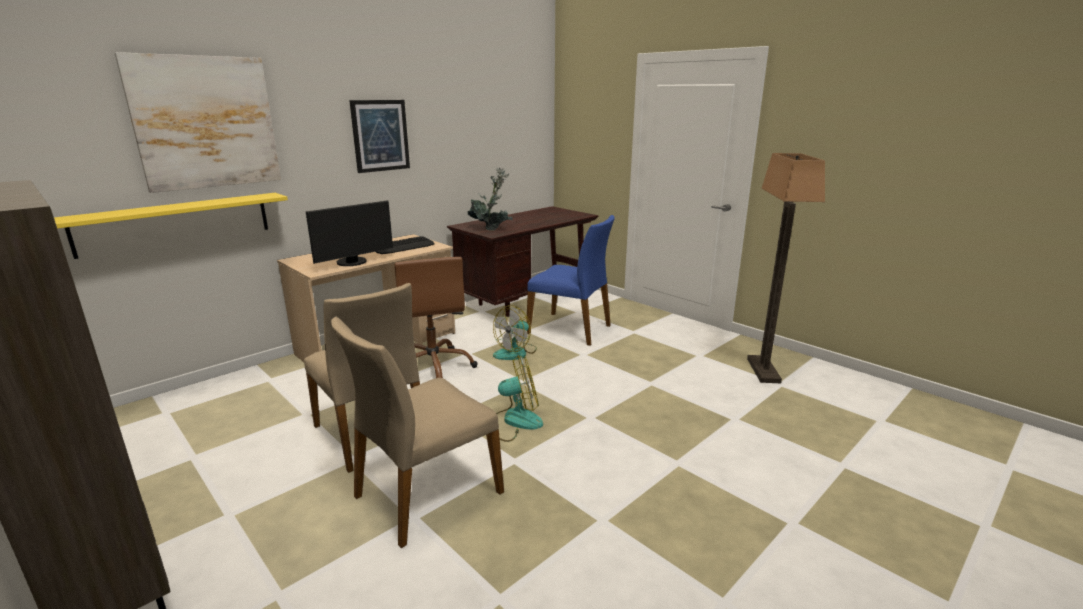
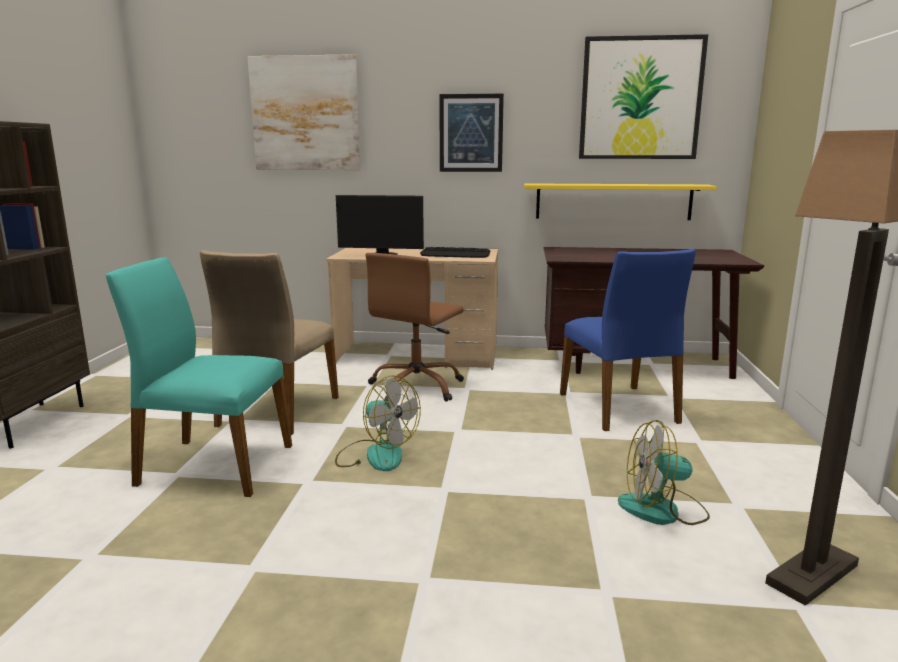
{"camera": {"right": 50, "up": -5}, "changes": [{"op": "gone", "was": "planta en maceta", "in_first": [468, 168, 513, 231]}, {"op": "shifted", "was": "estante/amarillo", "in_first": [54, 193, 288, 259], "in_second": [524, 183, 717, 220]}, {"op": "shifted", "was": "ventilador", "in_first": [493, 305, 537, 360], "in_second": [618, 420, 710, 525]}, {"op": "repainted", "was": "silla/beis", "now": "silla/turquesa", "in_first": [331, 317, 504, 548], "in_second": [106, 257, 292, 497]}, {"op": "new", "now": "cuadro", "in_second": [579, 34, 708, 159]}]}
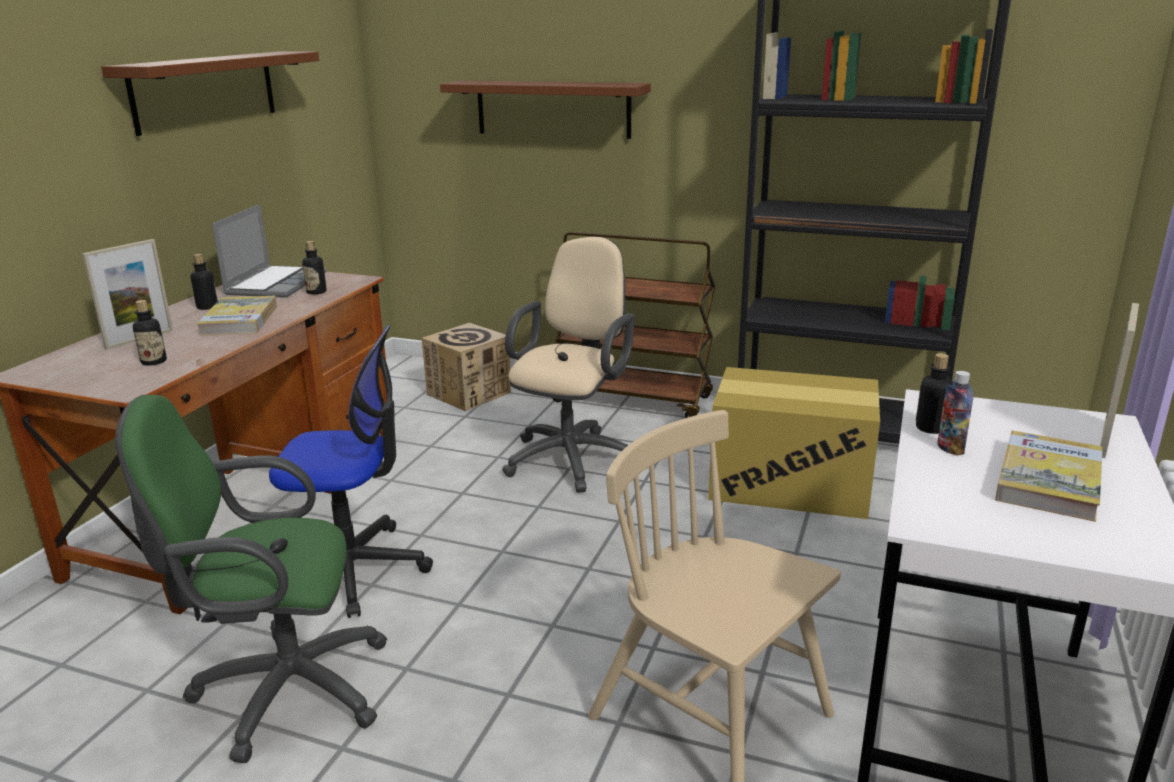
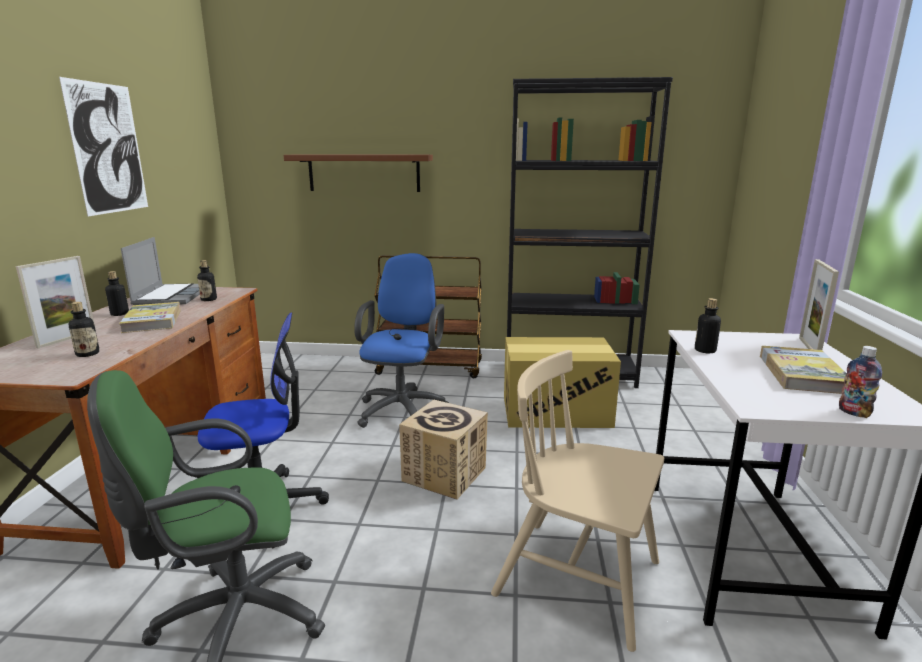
{"camera": {"right": -15, "up": -5}, "changes": [{"op": "swapped", "was": "estante/marrón", "now": "cuadro", "in_first": [101, 51, 319, 136], "in_second": [59, 77, 148, 216]}, {"op": "repainted", "was": "silla de oficina/beis", "now": "silla de oficina/azul", "in_first": [502, 237, 634, 493], "in_second": [354, 253, 449, 428]}, {"op": "shifted", "was": "caja de cartón", "in_first": [422, 323, 511, 411], "in_second": [399, 400, 488, 500]}, {"op": "shifted", "was": "botella", "in_first": [937, 371, 974, 456], "in_second": [839, 346, 882, 418]}]}
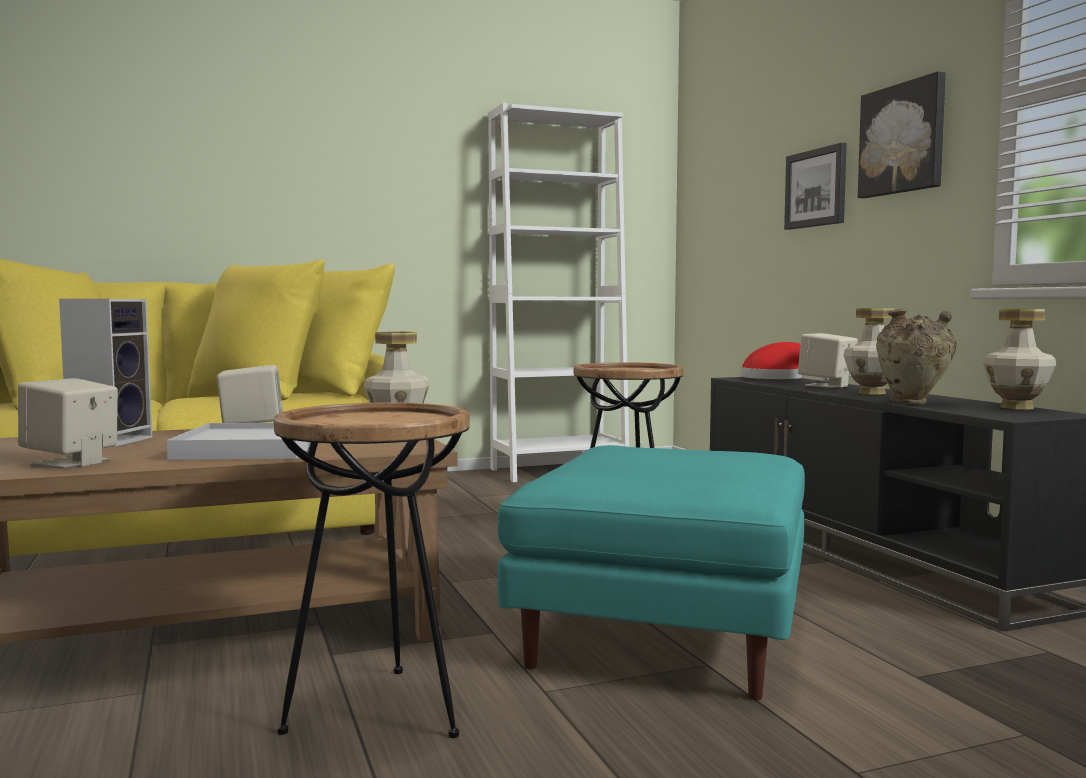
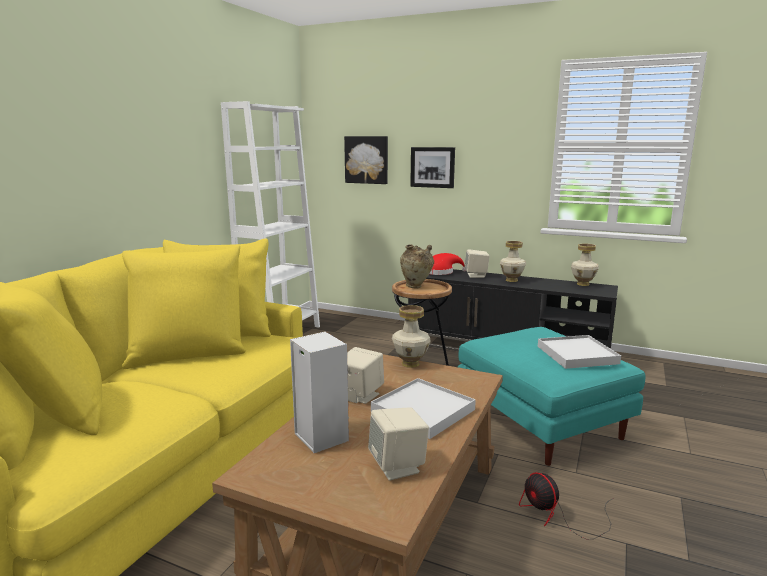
{"camera": {"right": -45, "up": 10}, "changes": [{"op": "shifted", "was": "cuadro", "in_first": [858, 72, 945, 198], "in_second": [344, 136, 388, 184]}, {"op": "shifted", "was": "florero/beis", "in_first": [876, 309, 957, 404], "in_second": [400, 244, 434, 288]}, {"op": "swapped", "was": "mesa auxiliar/marrón", "now": "ventilador", "in_first": [274, 402, 470, 738], "in_second": [519, 472, 614, 540]}, {"op": "new", "now": "bandeja/blanco", "in_second": [538, 335, 621, 369]}]}
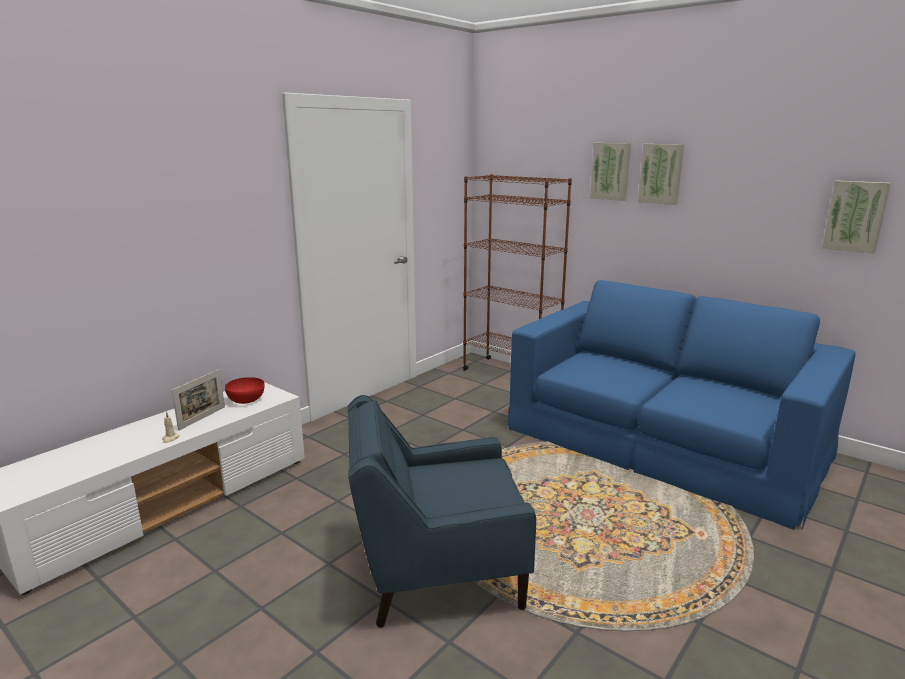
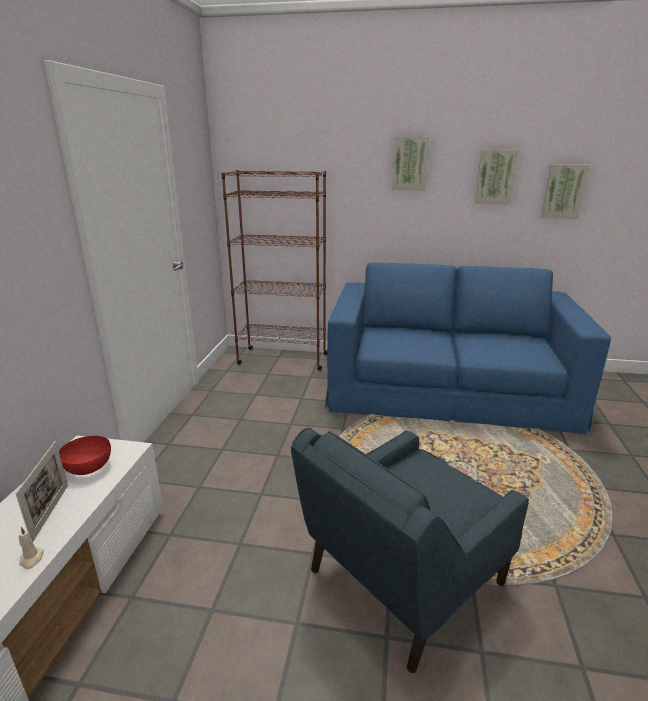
{"camera": {"right": -30, "up": 5}, "changes": [{"op": "shifted", "was": "cuadro", "in_first": [590, 143, 631, 201], "in_second": [475, 150, 519, 204]}]}
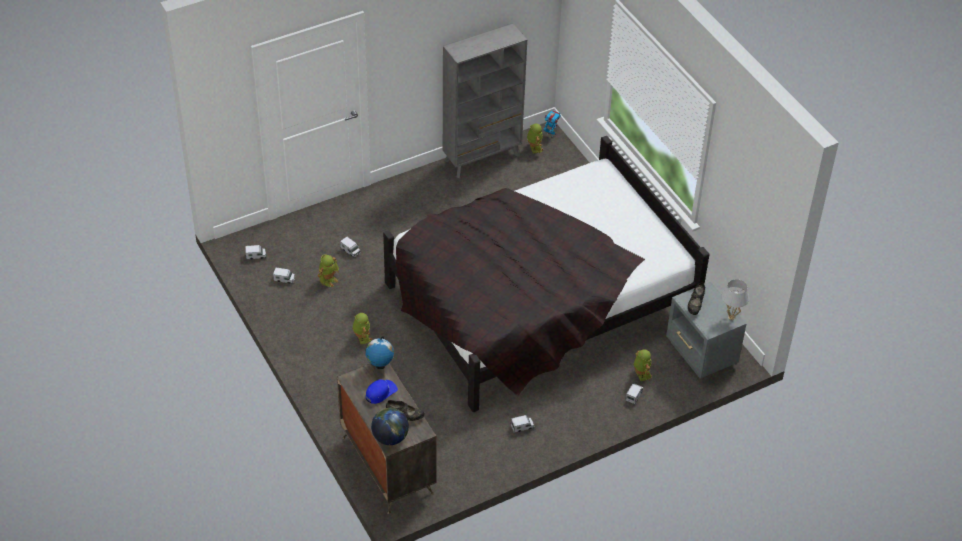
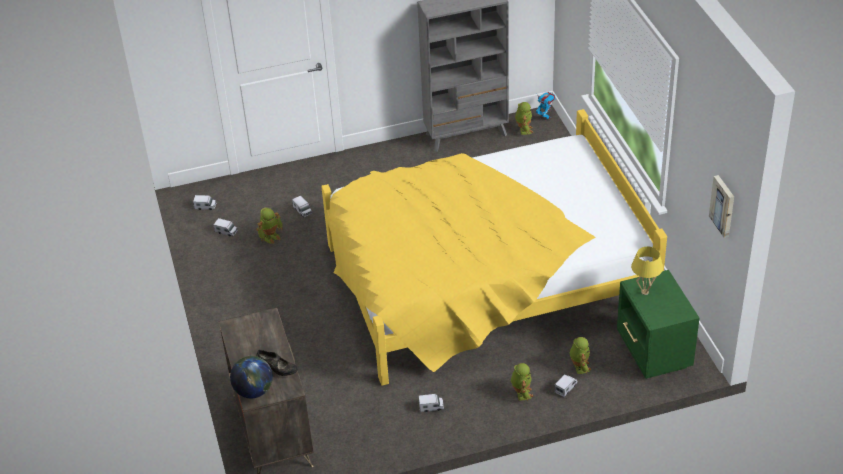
{"camera": {"right": 15, "up": -5}, "changes": [{"op": "repainted", "was": "cama/negro", "now": "cama/amarillo", "in_first": [383, 136, 710, 413], "in_second": [321, 109, 667, 386]}, {"op": "gone", "was": "lámpara de mesa/blanco", "in_first": [721, 279, 749, 320]}, {"op": "repainted", "was": "mesita de noche/gris", "now": "mesita de noche/verde", "in_first": [666, 282, 746, 378], "in_second": [617, 270, 700, 379]}, {"op": "swapped", "was": "zapato/negro", "now": "lámpara de mesa/amarillo", "in_first": [688, 282, 705, 315], "in_second": [631, 246, 663, 295]}, {"op": "shifted", "was": "robot de juguete", "in_first": [352, 313, 373, 344], "in_second": [511, 363, 533, 401]}, {"op": "gone", "was": "globo terráqueo", "in_first": [365, 336, 394, 369]}, {"op": "gone", "was": "gorra/azul", "in_first": [366, 380, 398, 404]}, {"op": "new", "now": "cuadro", "in_second": [709, 175, 734, 238]}]}
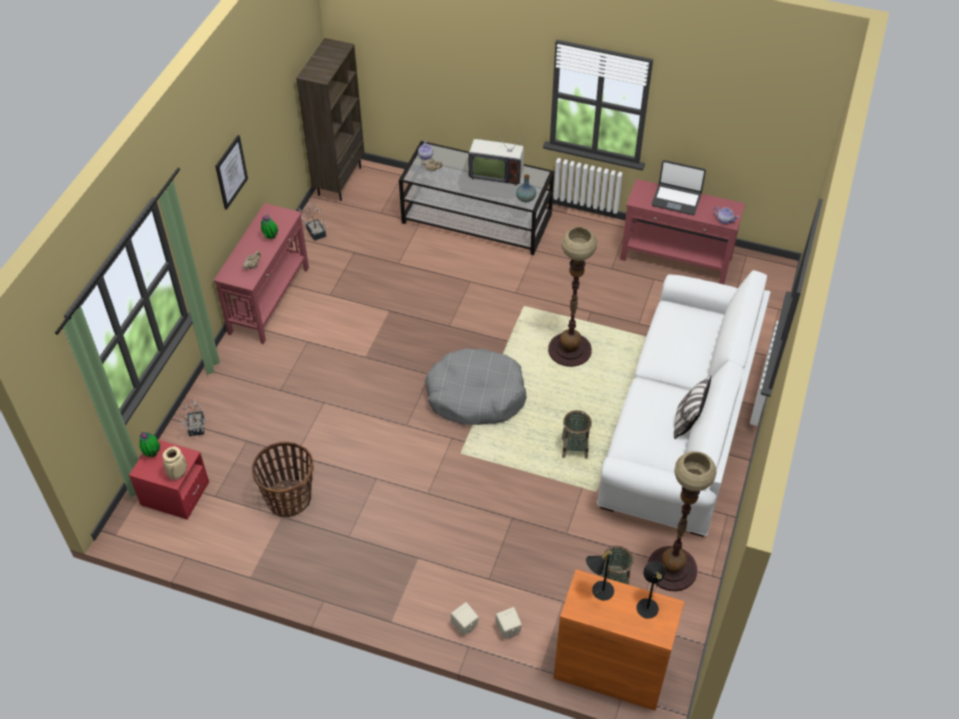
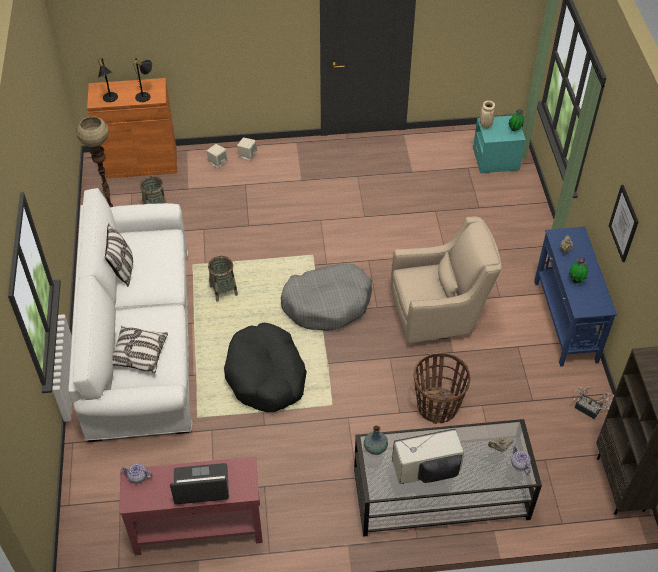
{"camera": {"right": 155, "up": 0}, "changes": [{"op": "repainted", "was": "mesa consola/rojo", "now": "mesa consola/azul", "in_first": [214, 203, 309, 344], "in_second": [534, 227, 617, 367]}, {"op": "swapped", "was": "lámpara de pie", "now": "cama para perro/negro", "in_first": [548, 227, 597, 367], "in_second": [224, 323, 307, 412]}, {"op": "gone", "was": "planta en maceta", "in_first": [180, 400, 208, 436]}, {"op": "repainted", "was": "mesita de noche/rojo", "now": "mesita de noche/turquesa", "in_first": [129, 439, 209, 520], "in_second": [473, 115, 526, 174]}, {"op": "shifted", "was": "cesta", "in_first": [252, 442, 314, 517], "in_second": [414, 353, 470, 424]}, {"op": "new", "now": "sillón/beis", "in_second": [391, 217, 502, 343]}, {"op": "new", "now": "cojín", "in_second": [112, 326, 168, 373]}]}
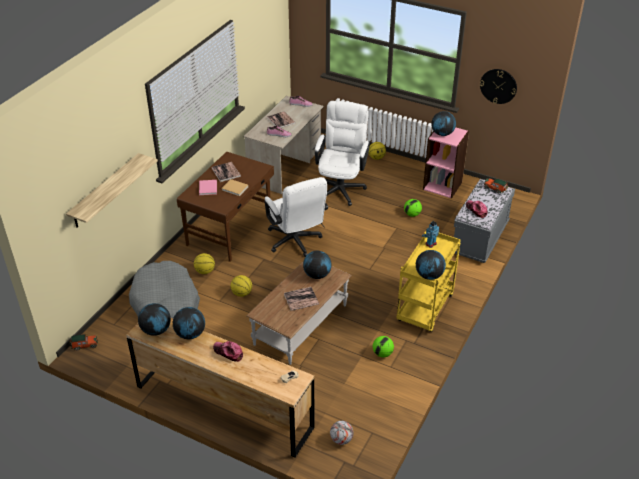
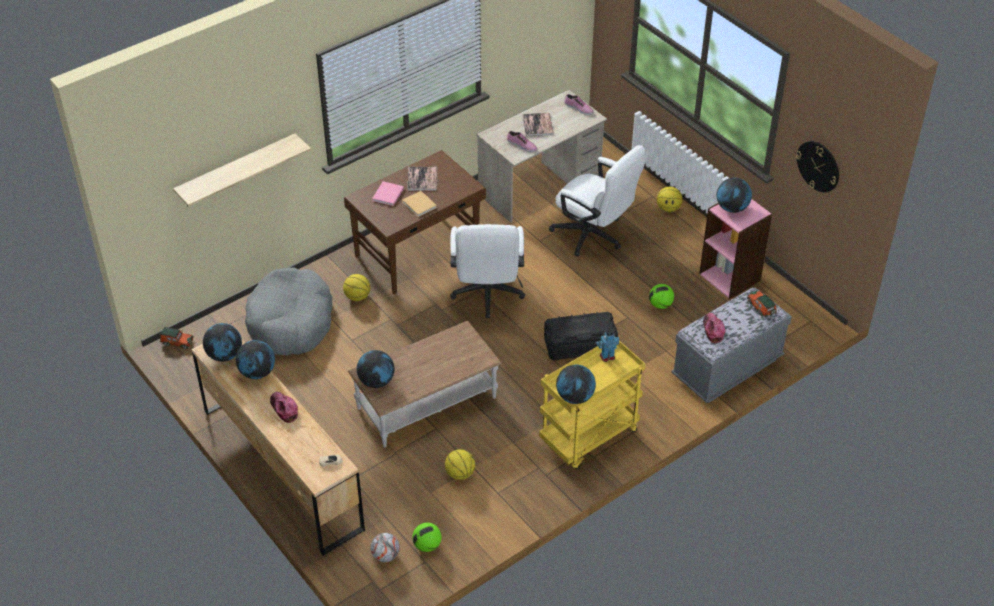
{"camera": {"right": 25, "up": 5}, "changes": [{"op": "rotated", "was": "silla de oficina/blanco", "in_first": [315, 101, 370, 206], "in_second": [549, 145, 646, 257], "clockwise": 90}, {"op": "shifted", "was": "globo terráqueo", "in_first": [303, 251, 332, 279], "in_second": [357, 350, 395, 388]}, {"op": "shifted", "was": "balón de baloncesto", "in_first": [231, 275, 252, 297], "in_second": [445, 449, 475, 480]}, {"op": "gone", "was": "libro", "in_first": [284, 287, 319, 311]}, {"op": "shifted", "was": "balón de fútbol", "in_first": [373, 336, 394, 357], "in_second": [412, 522, 442, 552]}, {"op": "new", "now": "caja de almacenaje/negro", "in_second": [544, 312, 618, 360]}]}
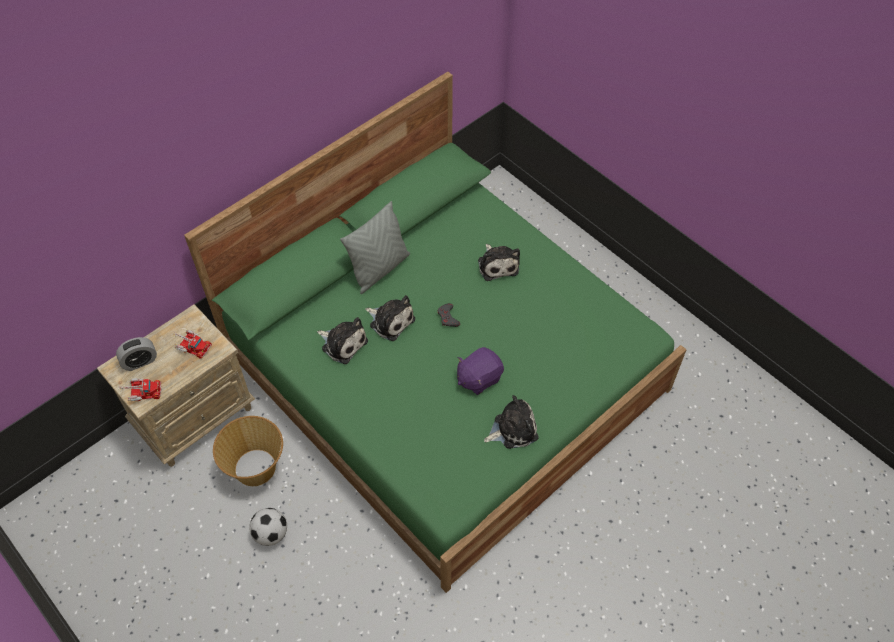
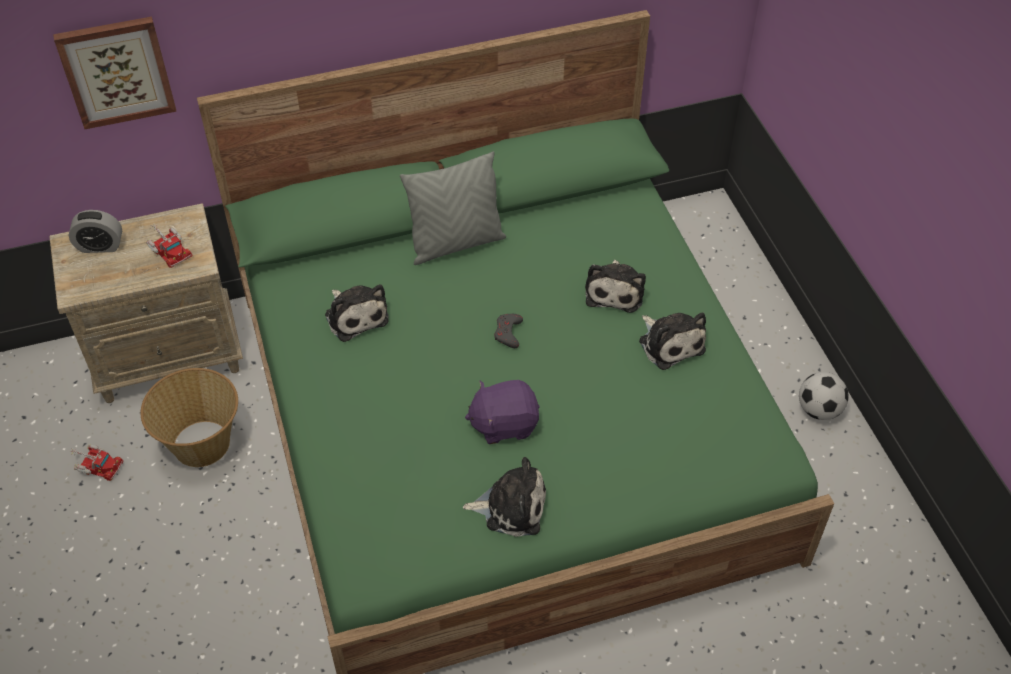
{"camera": {"right": 25, "up": -5}, "changes": [{"op": "shifted", "was": "peluche", "in_first": [365, 295, 415, 341], "in_second": [639, 312, 706, 370]}, {"op": "shifted", "was": "camión de juguete", "in_first": [118, 378, 161, 401], "in_second": [69, 445, 123, 481]}, {"op": "shifted", "was": "balón de fútbol", "in_first": [249, 508, 287, 546], "in_second": [799, 372, 849, 420]}, {"op": "new", "now": "cuadro", "in_second": [53, 17, 177, 129]}]}
